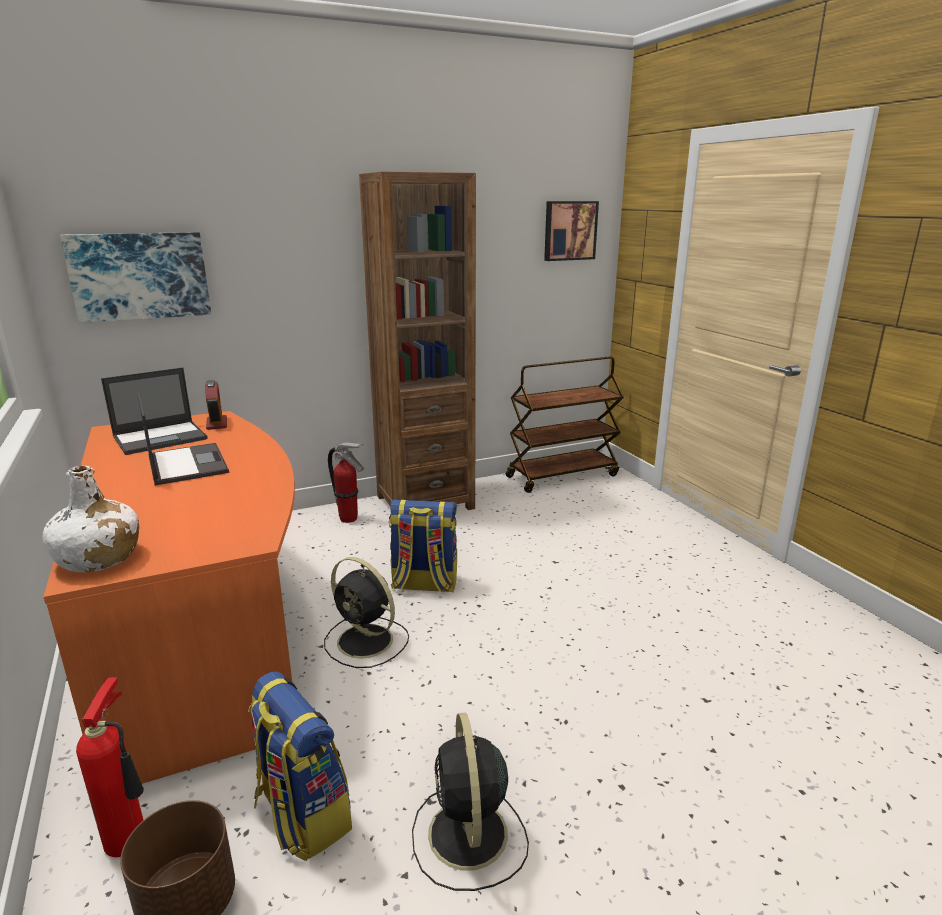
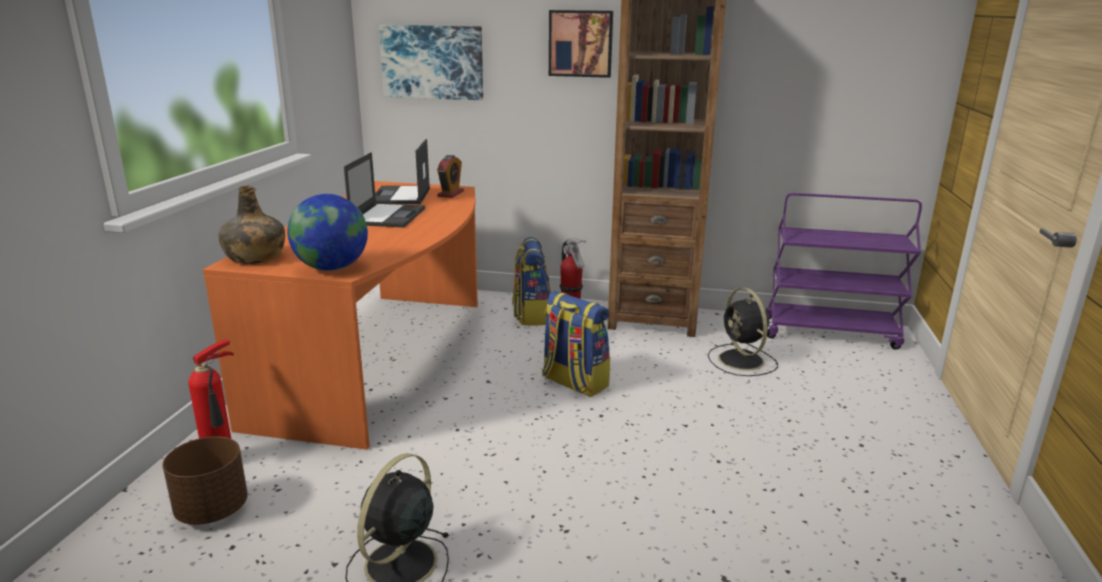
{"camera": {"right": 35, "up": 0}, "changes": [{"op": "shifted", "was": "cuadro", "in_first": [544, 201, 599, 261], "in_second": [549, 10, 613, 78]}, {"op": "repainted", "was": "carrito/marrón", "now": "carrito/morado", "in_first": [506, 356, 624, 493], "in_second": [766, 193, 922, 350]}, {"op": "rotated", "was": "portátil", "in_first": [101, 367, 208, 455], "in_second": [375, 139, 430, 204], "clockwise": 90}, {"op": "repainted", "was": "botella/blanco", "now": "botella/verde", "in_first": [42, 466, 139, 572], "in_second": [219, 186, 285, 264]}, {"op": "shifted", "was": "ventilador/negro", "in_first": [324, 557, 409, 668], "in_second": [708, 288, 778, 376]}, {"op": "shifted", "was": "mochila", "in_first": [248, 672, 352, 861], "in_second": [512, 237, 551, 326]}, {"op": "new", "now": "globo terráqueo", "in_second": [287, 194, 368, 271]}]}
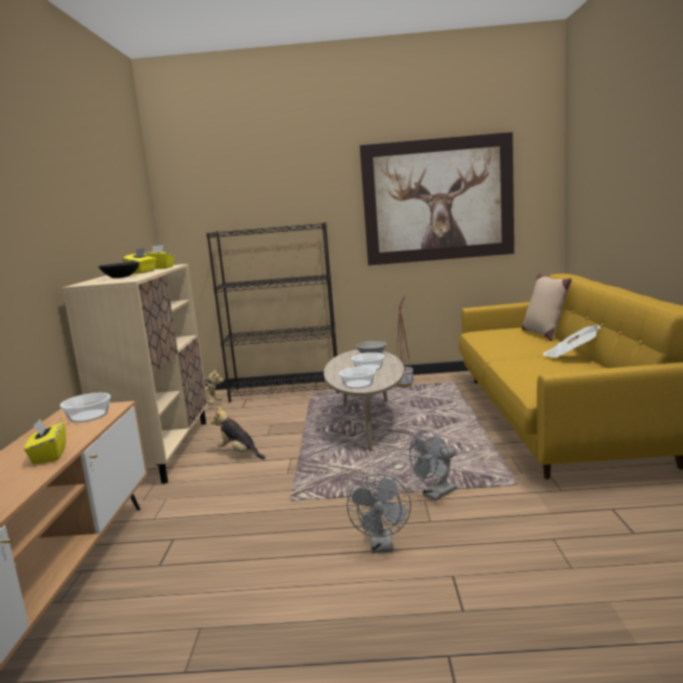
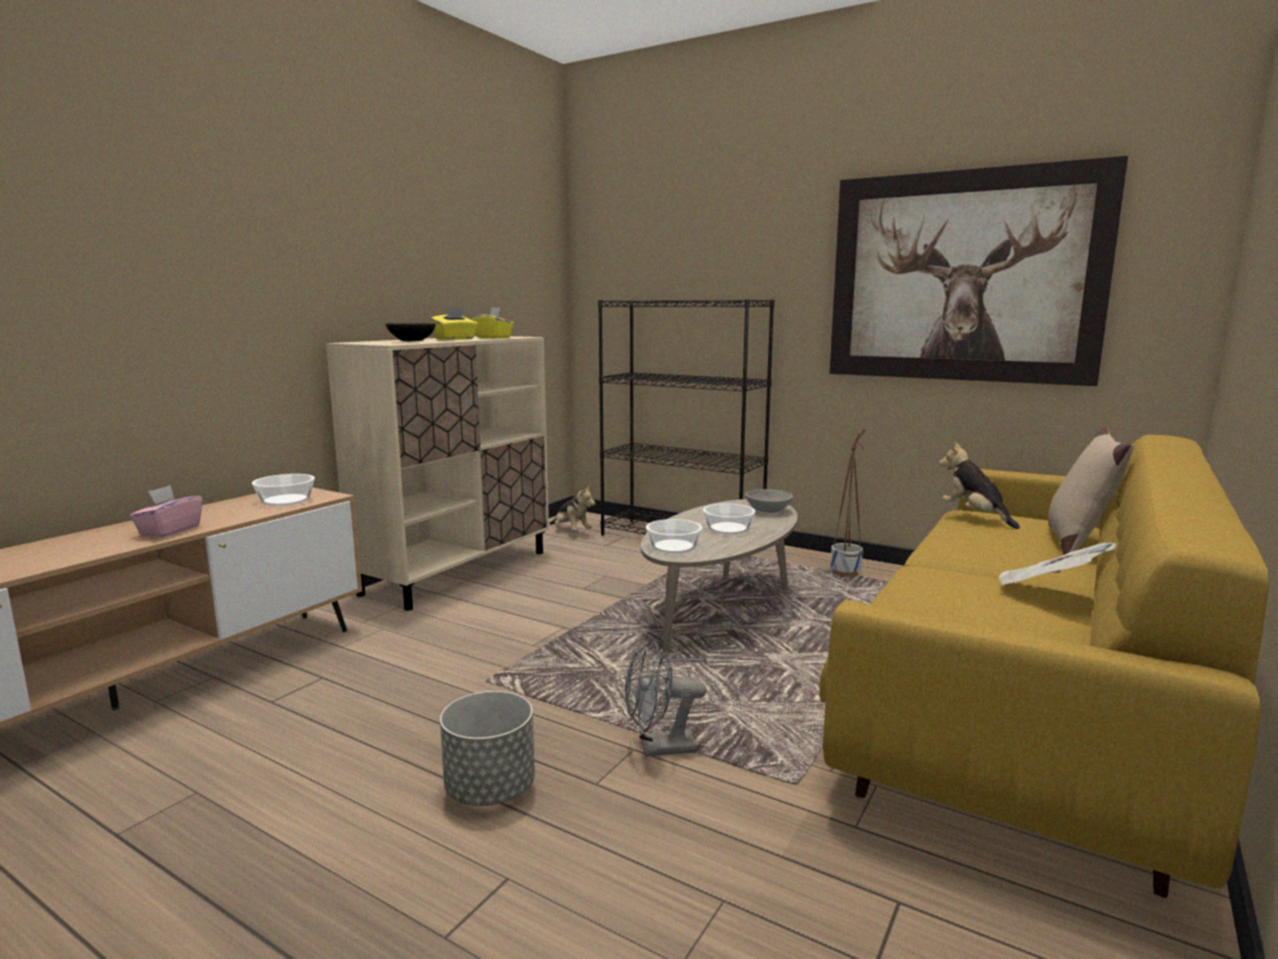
{"camera": {"right": 30, "up": 0}, "changes": [{"op": "shifted", "was": "peluche", "in_first": [211, 407, 265, 459], "in_second": [939, 443, 1020, 529]}, {"op": "repainted", "was": "caja de pañuelos/amarillo", "now": "caja de pañuelos/rosa", "in_first": [24, 418, 66, 464], "in_second": [130, 485, 203, 538]}, {"op": "swapped", "was": "ventilador/gris", "now": "maceta/gris", "in_first": [347, 474, 411, 553], "in_second": [440, 691, 535, 806]}]}
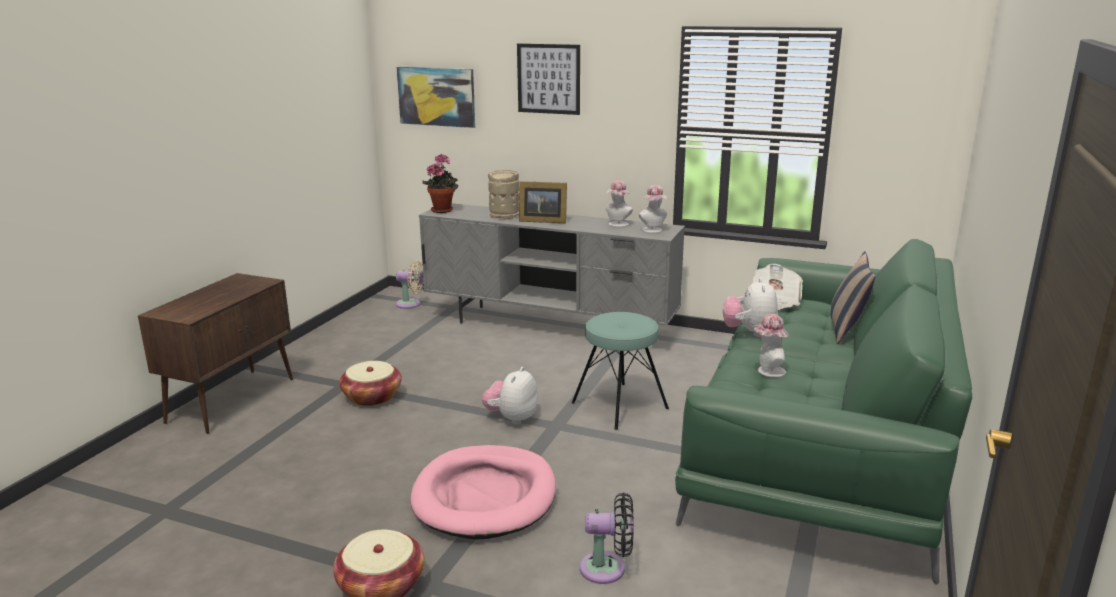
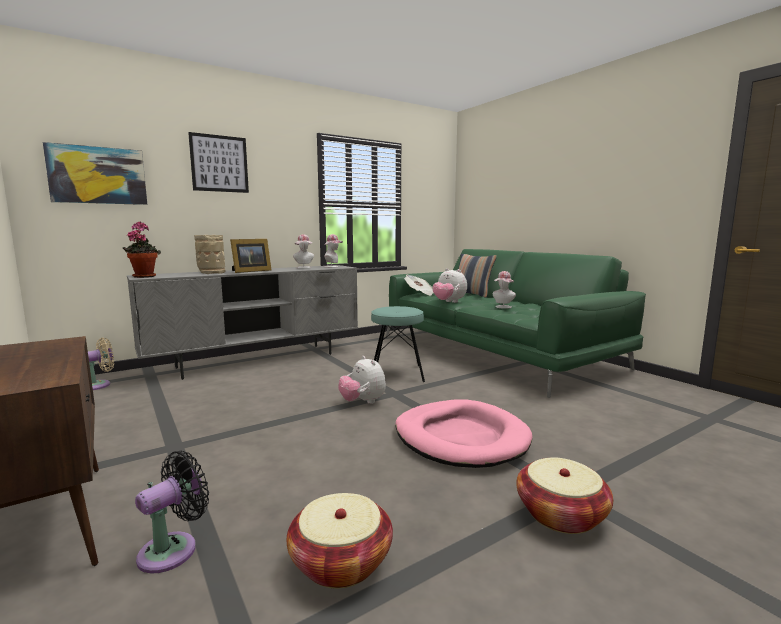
{"camera": {"right": -55, "up": -10}, "changes": [{"op": "shifted", "was": "cesta", "in_first": [339, 361, 402, 406], "in_second": [287, 493, 393, 588]}, {"op": "shifted", "was": "ventilador/negro", "in_first": [580, 493, 634, 584], "in_second": [135, 451, 209, 574]}]}
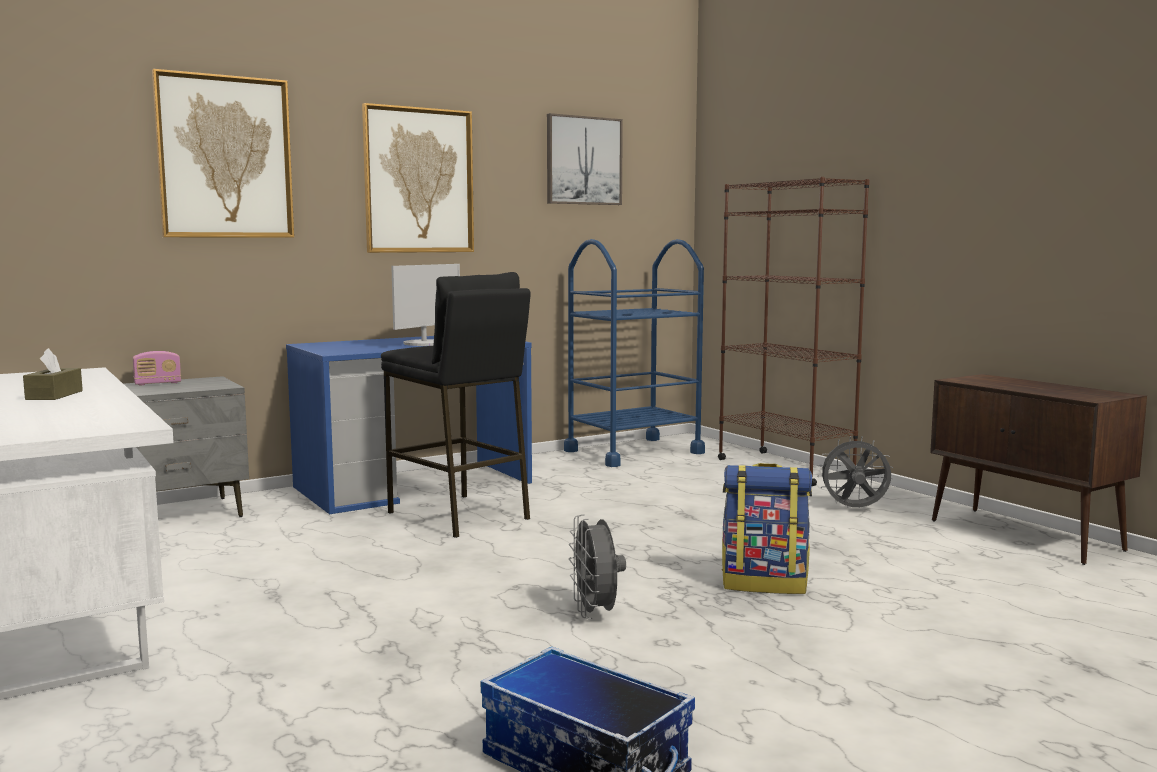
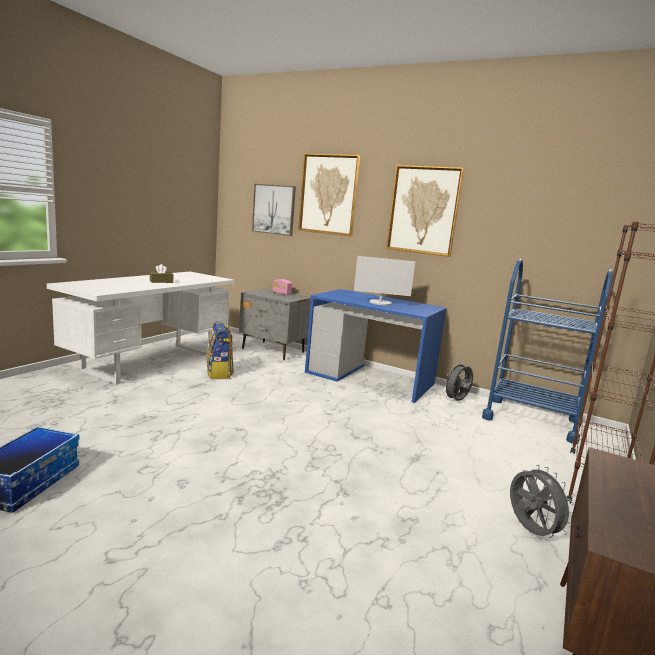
{"camera": {"right": 60, "up": 5}, "changes": [{"op": "shifted", "was": "cuadro", "in_first": [547, 113, 623, 205], "in_second": [252, 184, 296, 236]}, {"op": "gone", "was": "taburete/negro", "in_first": [381, 272, 531, 538]}, {"op": "shifted", "was": "mochila", "in_first": [722, 463, 812, 594], "in_second": [206, 321, 234, 379]}, {"op": "shifted", "was": "ventilador/gris", "in_first": [569, 514, 626, 619], "in_second": [443, 362, 473, 401]}]}
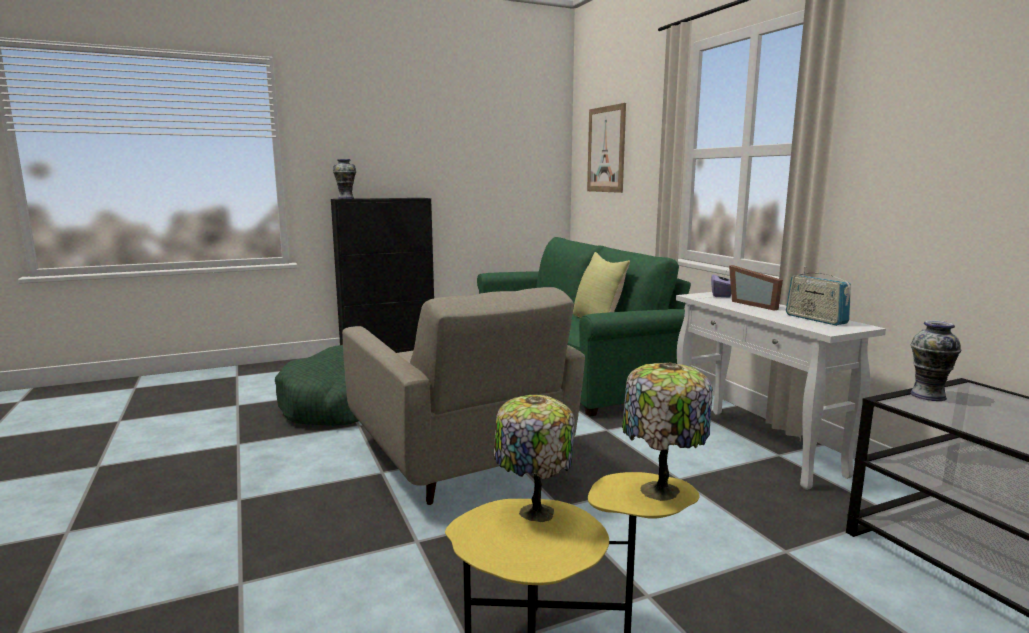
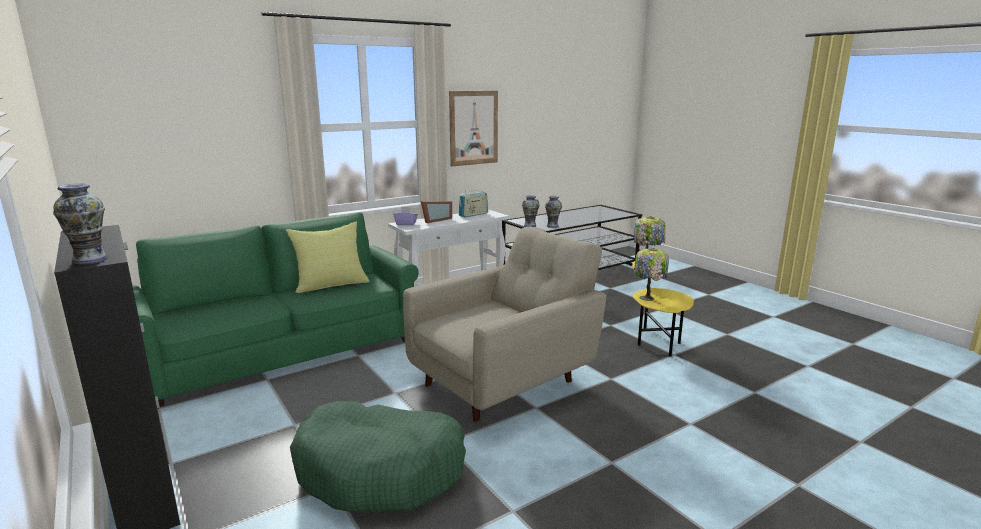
{"camera": {"right": -100, "up": 5}, "changes": [{"op": "shifted", "was": "cuadro", "in_first": [587, 103, 626, 193], "in_second": [449, 91, 498, 167]}, {"op": "new", "now": "florero", "in_second": [545, 196, 562, 228]}]}
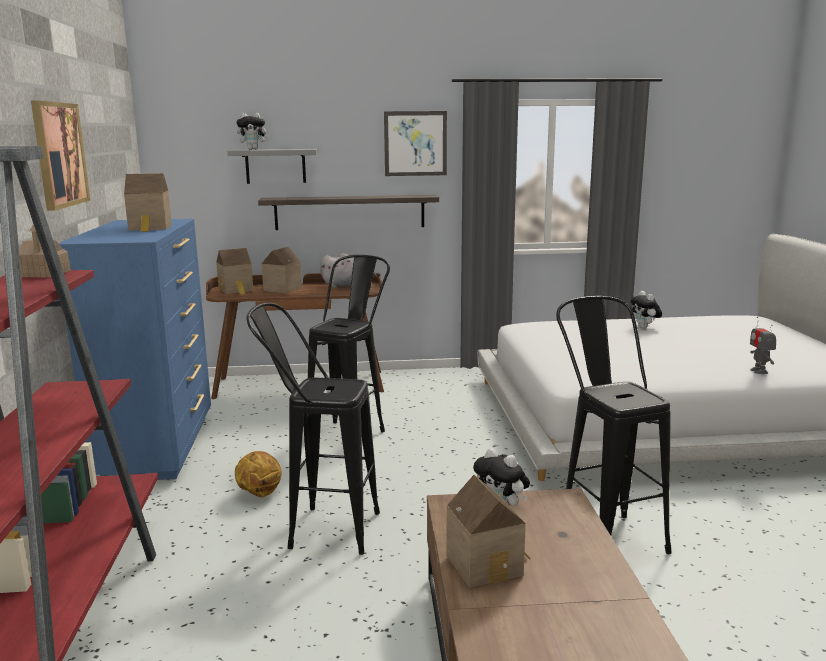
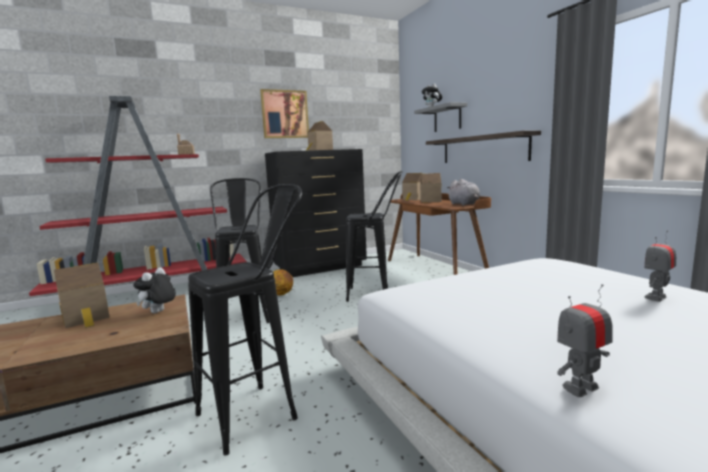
{"camera": {"right": 70, "up": -5}, "changes": [{"op": "gone", "was": "cuadro", "in_first": [384, 111, 447, 176]}, {"op": "repainted", "was": "cómoda/azul", "now": "cómoda/negro", "in_first": [58, 219, 211, 480], "in_second": [265, 149, 367, 277]}, {"op": "swapped", "was": "peluche", "now": "robot de juguete", "in_first": [630, 291, 662, 329], "in_second": [644, 231, 676, 302]}]}
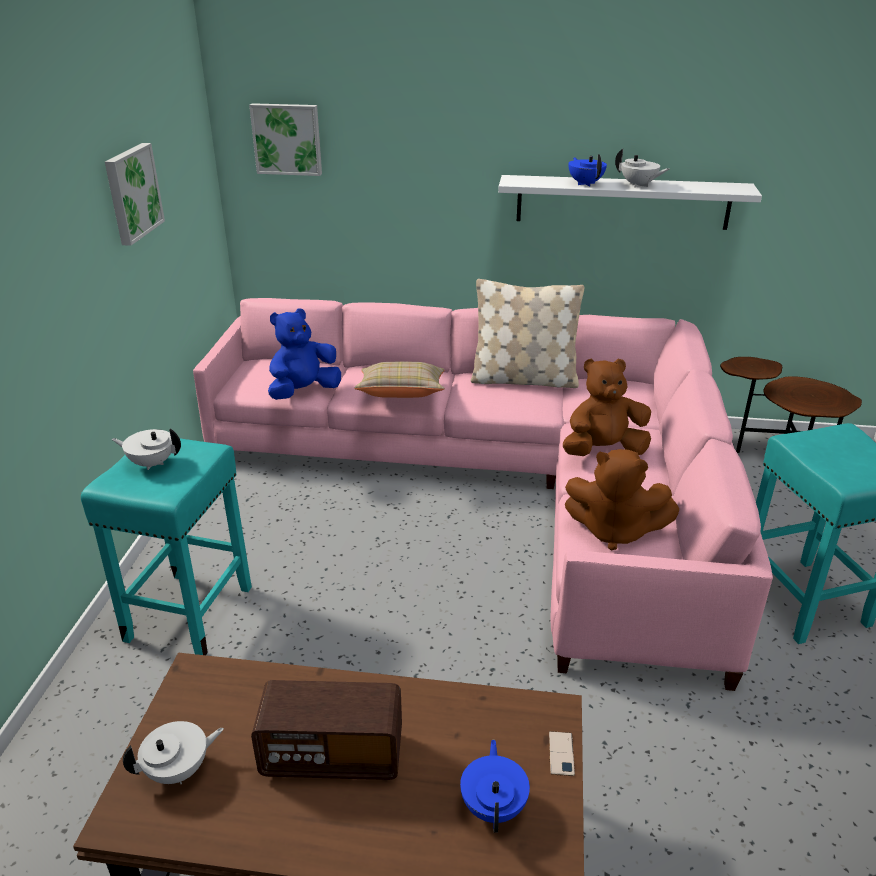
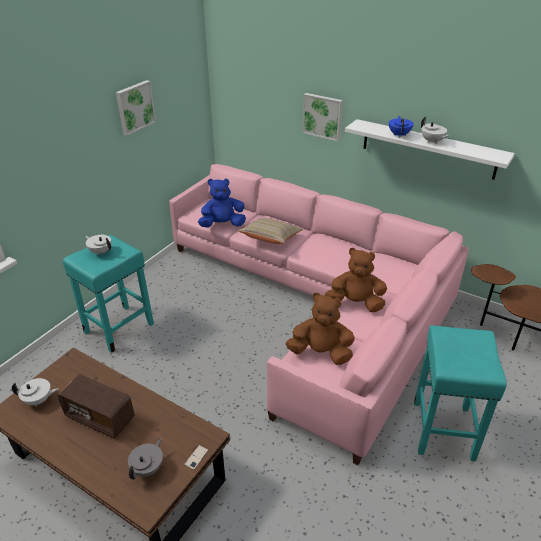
{"camera": {"right": 25, "up": 5}, "changes": [{"op": "shifted", "was": "cuadro", "in_first": [249, 103, 322, 176], "in_second": [303, 93, 343, 141]}, {"op": "gone", "was": "cojín/beis", "in_first": [470, 279, 585, 388]}, {"op": "rotated", "was": "peluche/marrón", "in_first": [565, 449, 679, 551], "in_second": [286, 293, 355, 365], "clockwise": 150}, {"op": "repainted", "was": "tetera/azul", "now": "tetera/gris", "in_first": [460, 739, 530, 833], "in_second": [128, 438, 163, 480]}]}
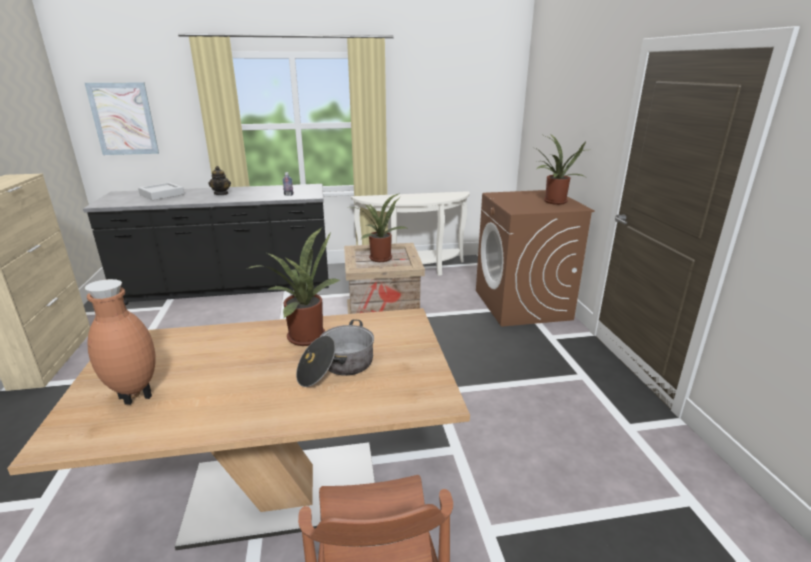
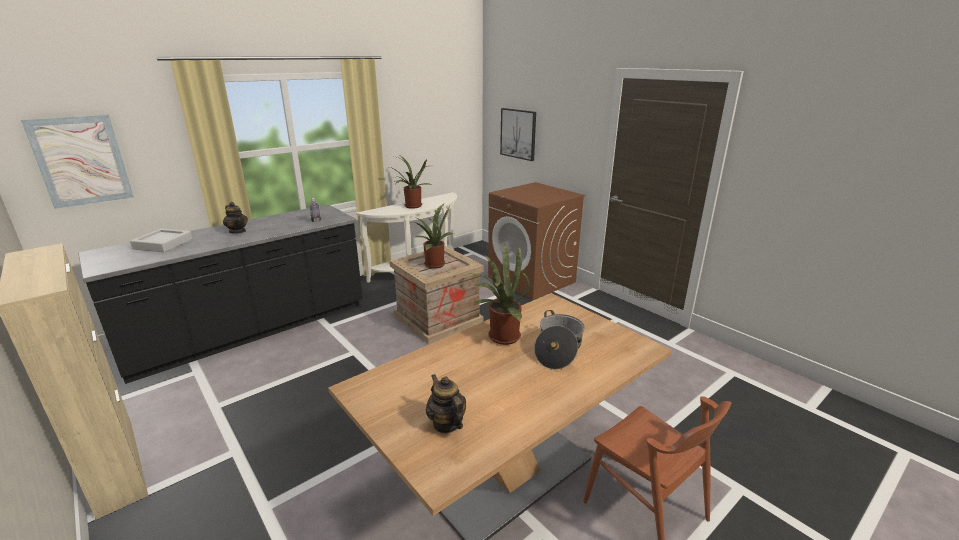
{"camera": {"right": -30, "up": 0}, "changes": [{"op": "shifted", "was": "planta en maceta", "in_first": [532, 134, 586, 205], "in_second": [390, 155, 431, 209]}, {"op": "swapped", "was": "florero/marrón", "now": "tetera", "in_first": [85, 279, 156, 405], "in_second": [426, 374, 466, 433]}, {"op": "new", "now": "cuadro", "in_second": [500, 108, 536, 161]}]}
